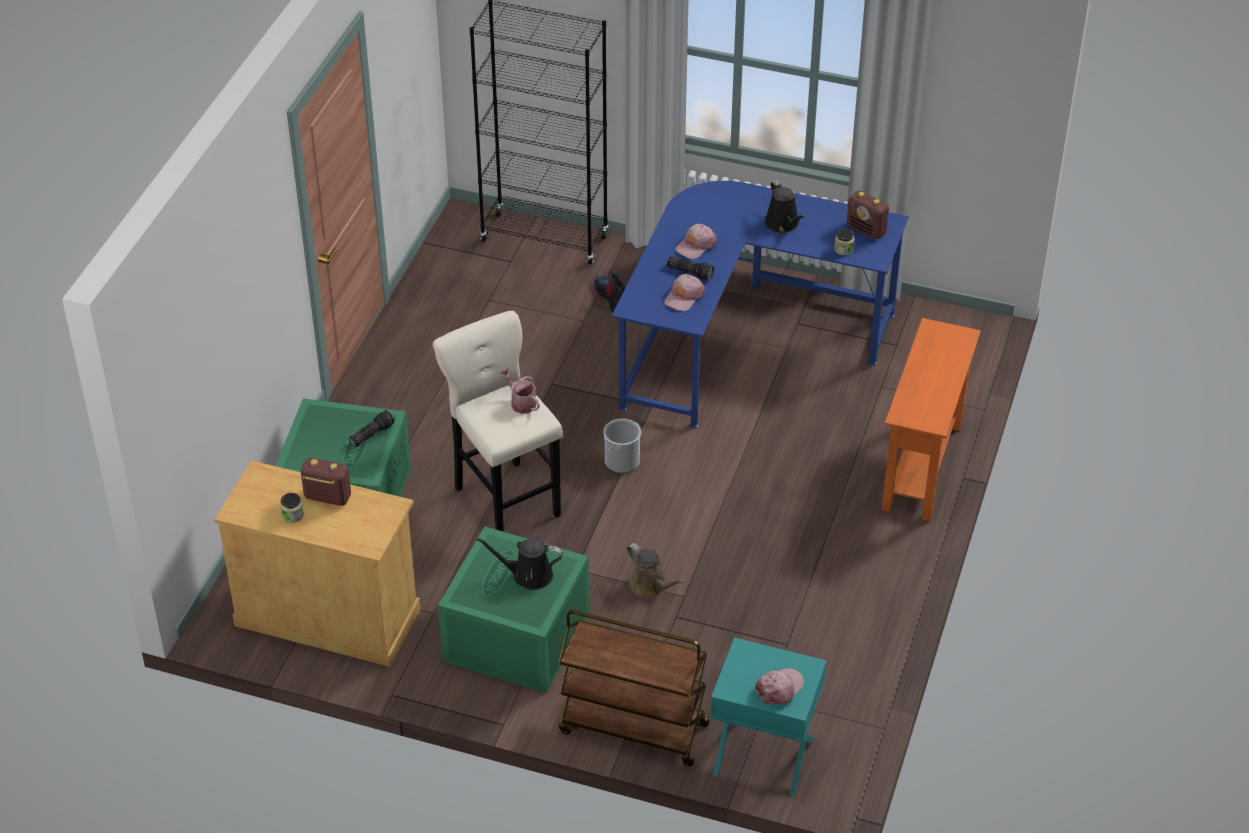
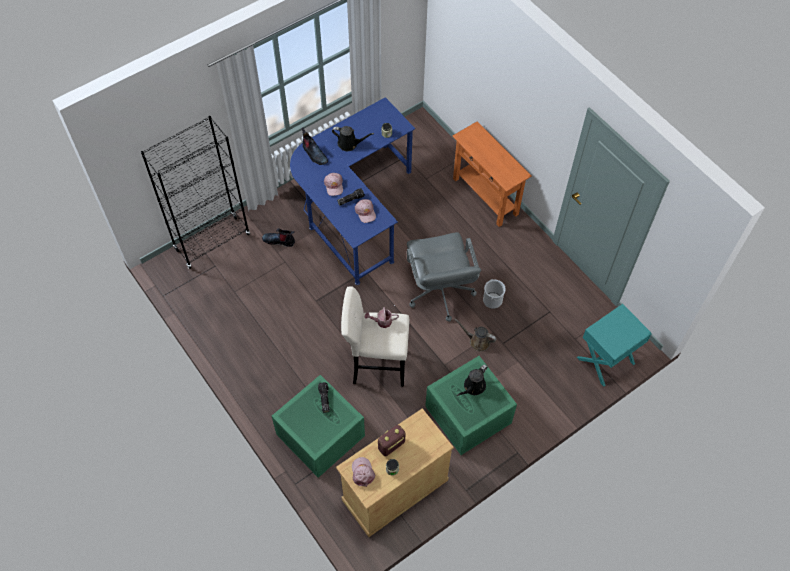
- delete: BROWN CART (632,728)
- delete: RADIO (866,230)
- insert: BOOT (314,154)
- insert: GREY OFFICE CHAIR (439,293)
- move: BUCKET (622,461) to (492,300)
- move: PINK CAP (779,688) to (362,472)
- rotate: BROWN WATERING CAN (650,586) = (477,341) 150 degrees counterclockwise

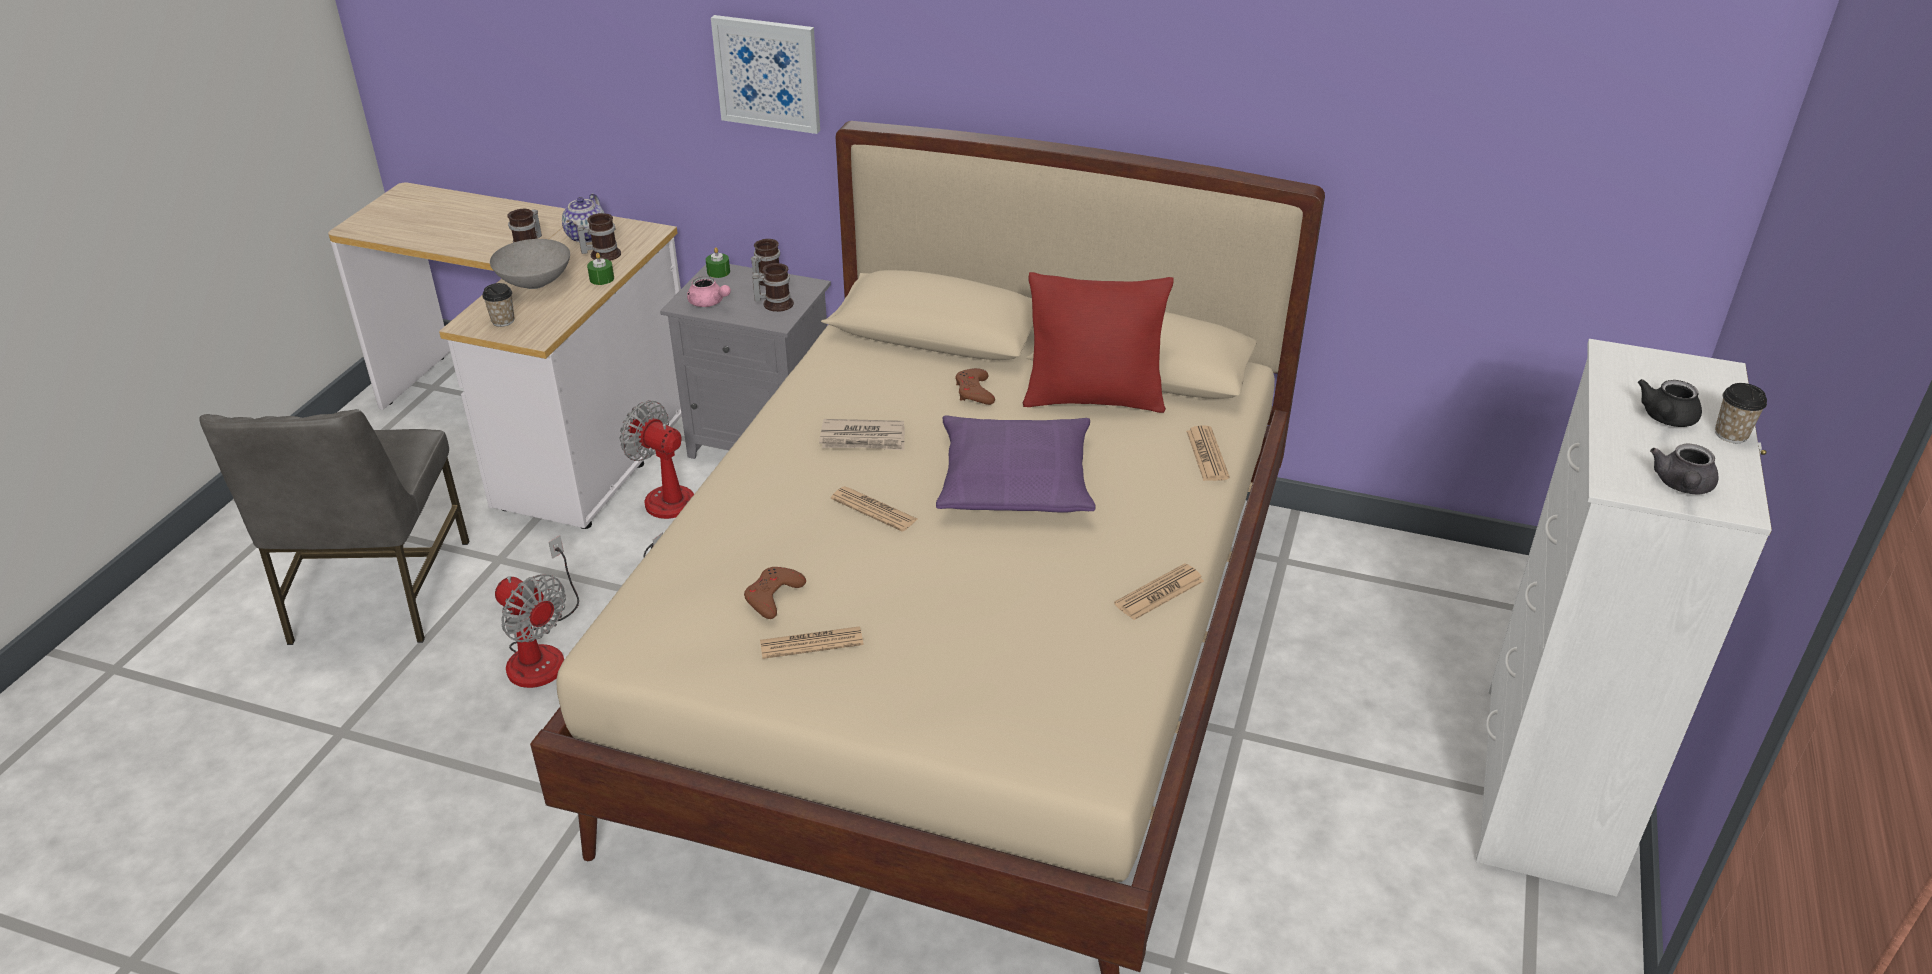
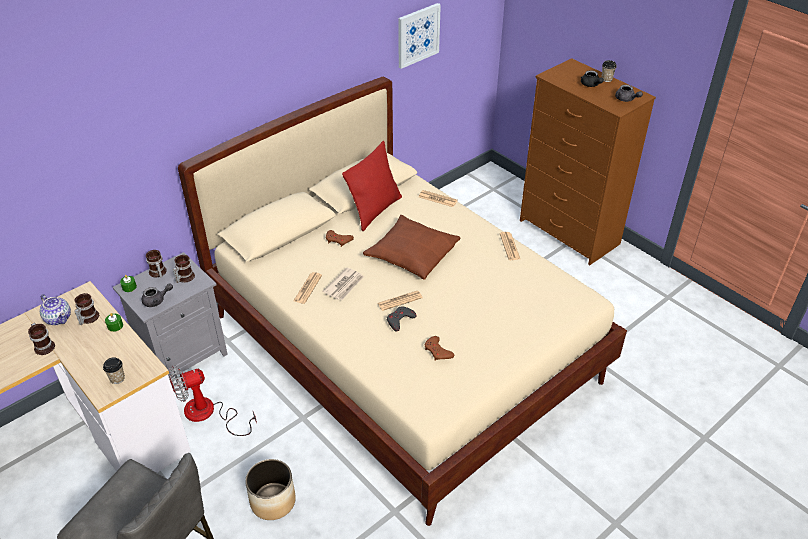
- delete: GREY BOWL (536,283)
- insert: GREY GAME CONTROLLER (400,320)
- move: PICTURE (768,73) to (418,35)
- move: NEWSPAPER (811,643) to (307,288)
- replace: FAN (541,652) to PLANTER (272,501)
- recolor: PINK TEAPOT (709,303) to GREY TEAPOT (157,300)
- recolor: PURPLE PILLOW (1015,480) to BROWN PILLOW (412,254)
- recolor: WHITE DRESSER (1545,787) to BROWN DRESSER (569,233)

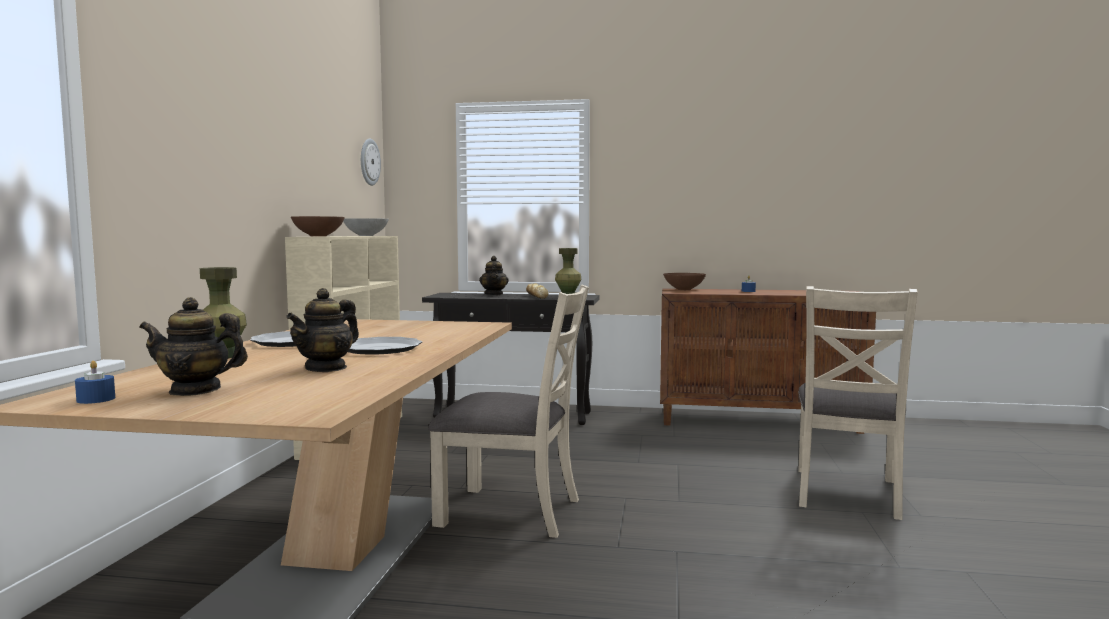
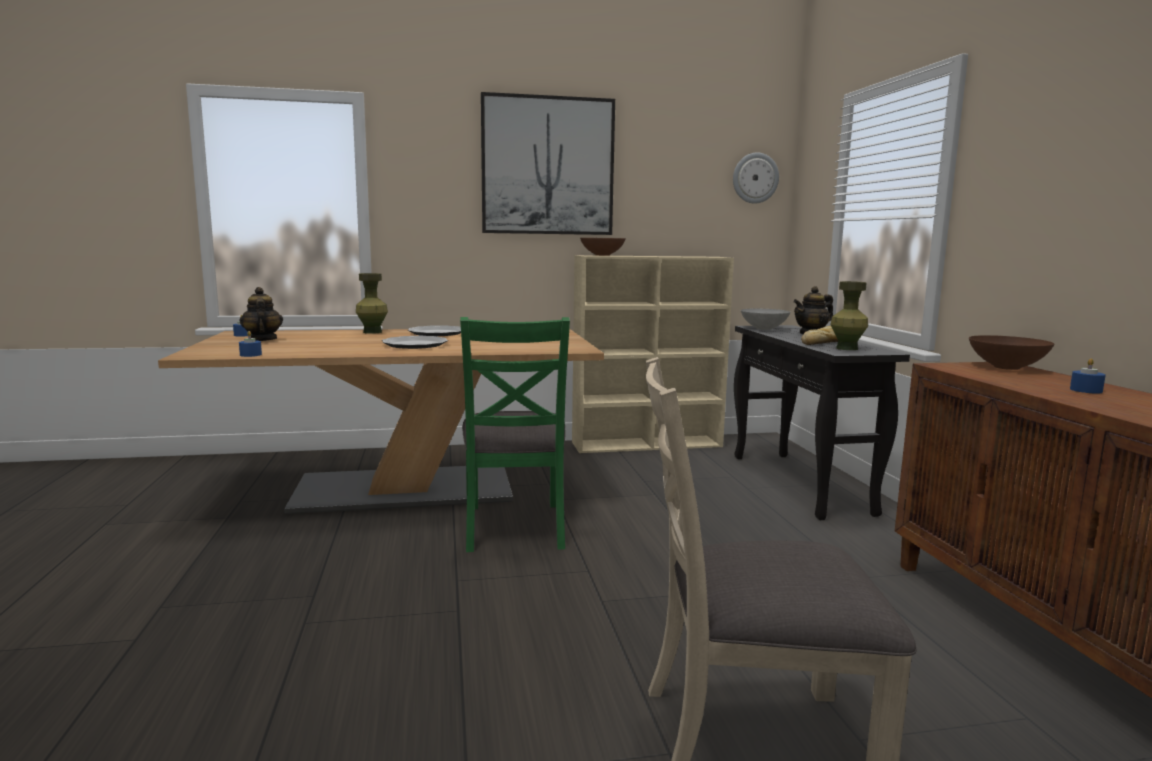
- delete: TEAPOT (326,368)
- insert: BLUE CANDLE (250,355)
- insert: PICTURE (548,166)
- move: GREY BOWL (365,235) to (763,329)
- recolor: BEIGE CHAIR (511,511) to GREEN CHAIR (515,526)

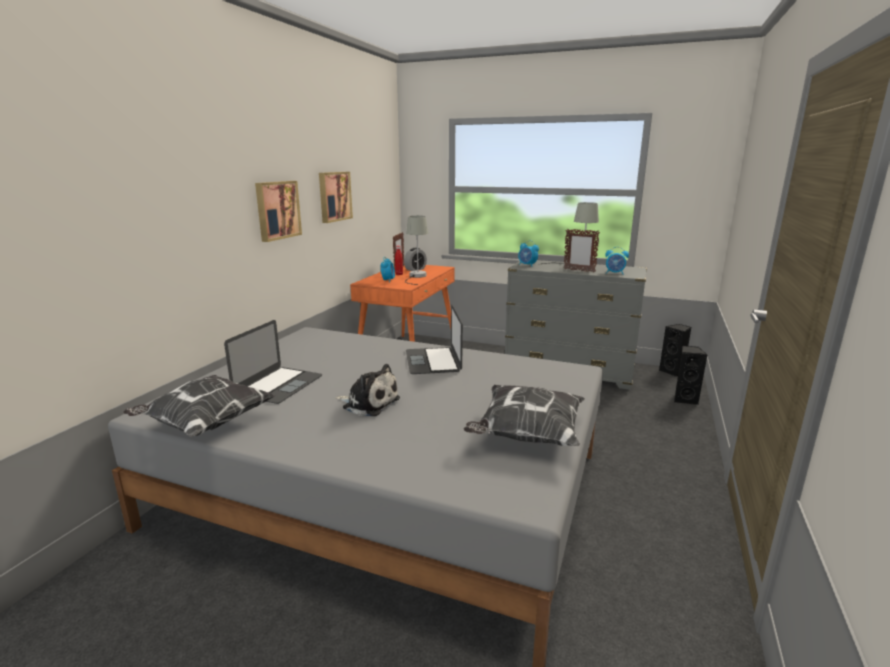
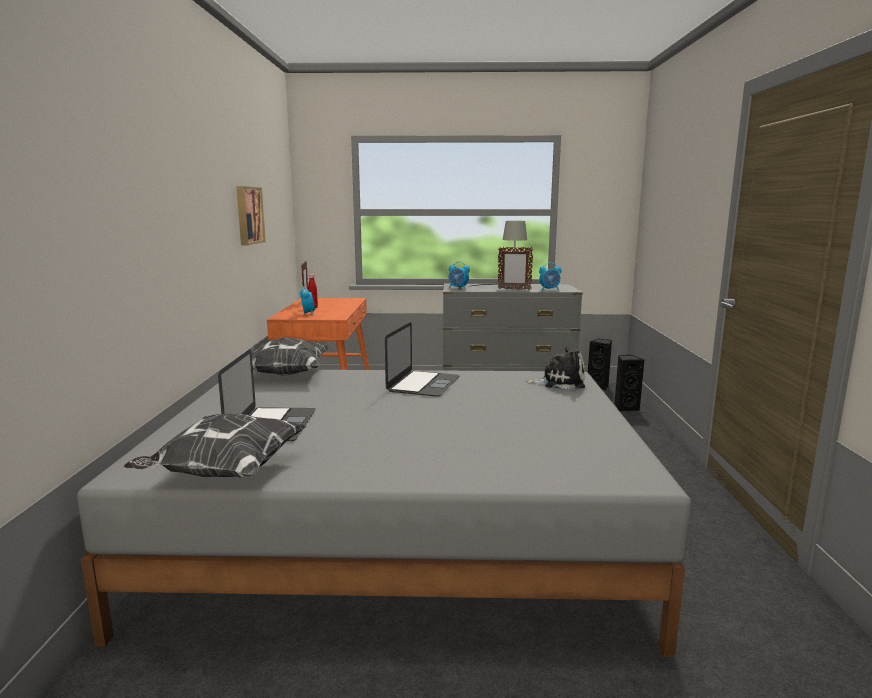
- delete: PICTURE (277,210)
- delete: ALARM CLOCK (415,269)
- delete: GREY TABLE LAMP (416,277)
- move: PLUSH TOY (369,403) to (560,382)
- move: PILLOW (526,436) to (285,375)
- rotate: LAPTOP (433,361) = (423,384) 135 degrees counterclockwise

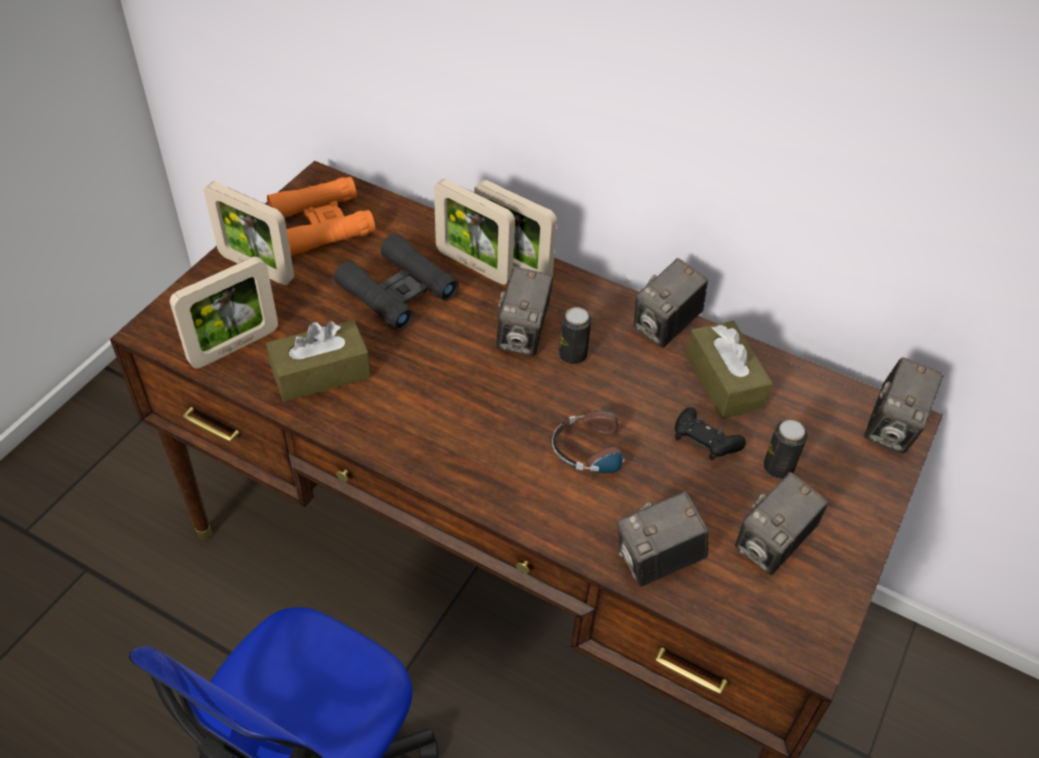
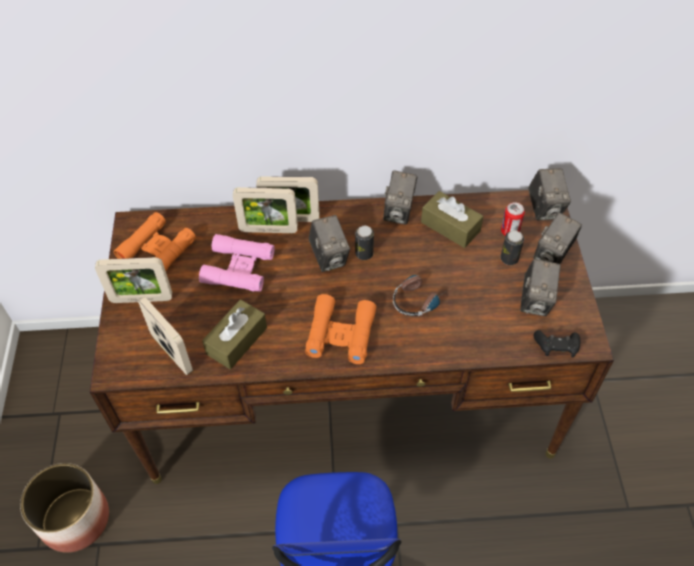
- insert: PLANTER (75,518)
- insert: ORANGE BINOCULARS (340,334)
- insert: CAN (509,231)
- move: PHOTO CAMERA (657,561) to (552,255)
- move: BLACK GAME CONTROLLER (703,443) to (556,348)
- recolor: BLACK BINOCULARS (397,291) to PINK BINOCULARS (238,268)
- rotate: PICTURE FRAME (234,346) = (172,353) 60 degrees counterclockwise

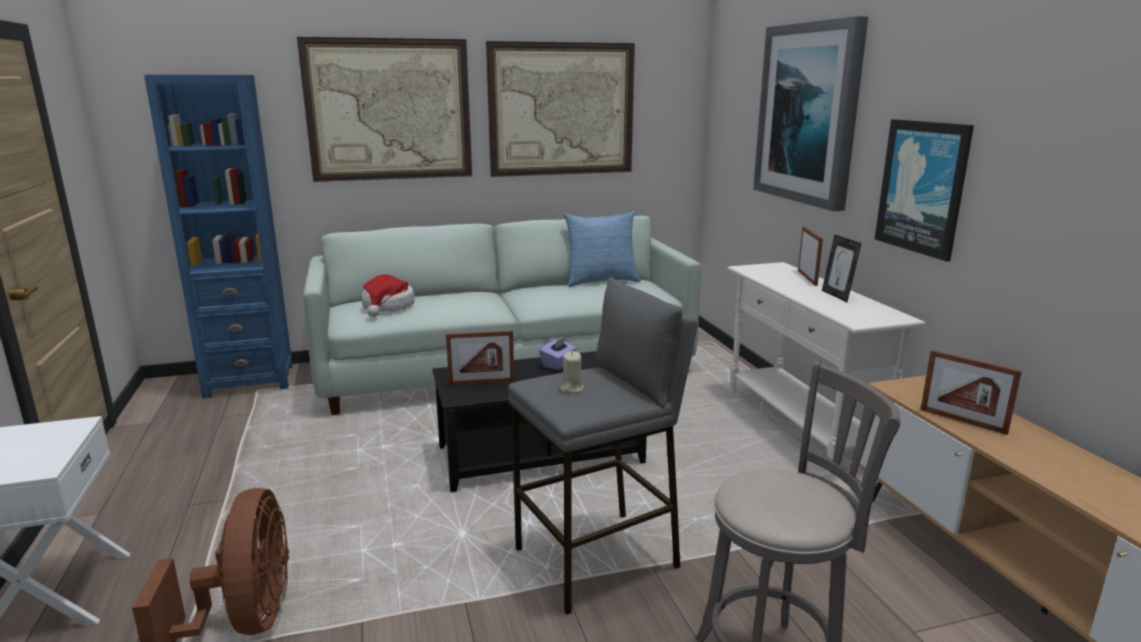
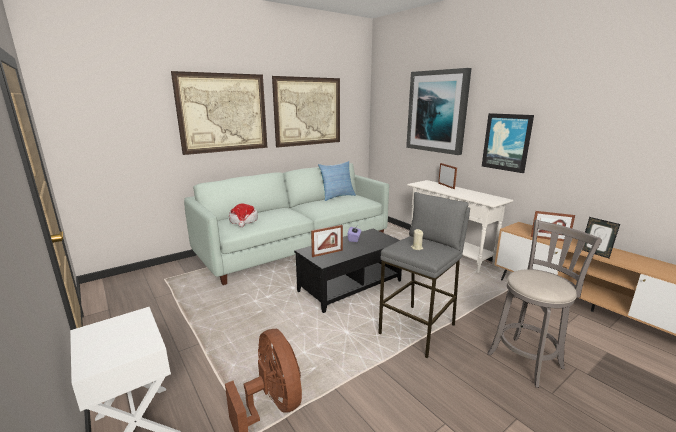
- delete: BLUE BOOKCASE (250,381)
- move: PICTURE FRAME (837,296) to (595,253)

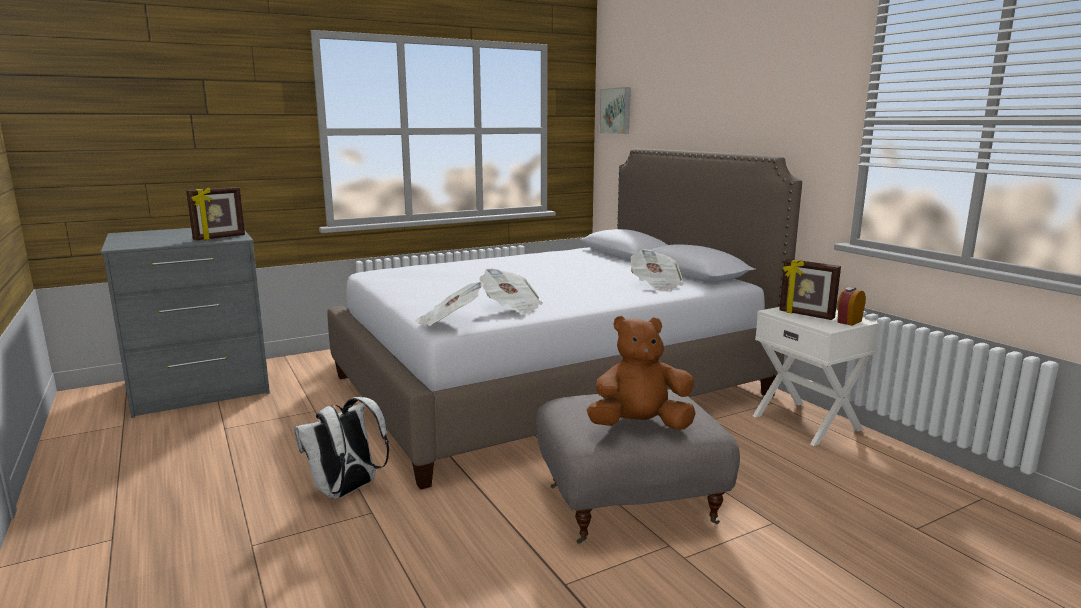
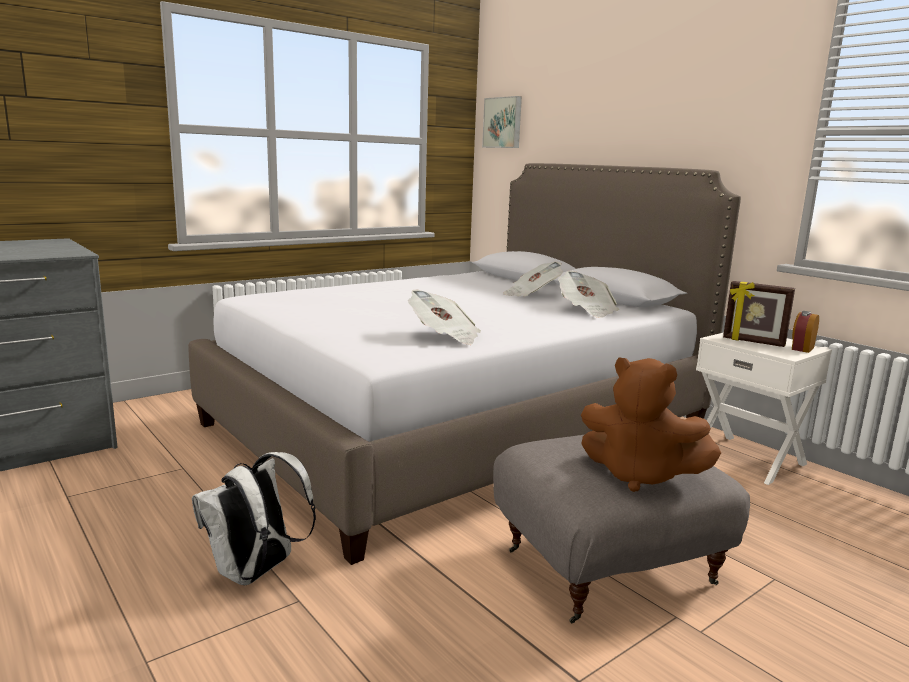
- delete: PICTURE FRAME (219,238)
- move: NEWSPAPER (449,322) to (532,295)
- rotate: BROWN PLUSH TOY (640,426) = (639,475) 135 degrees counterclockwise

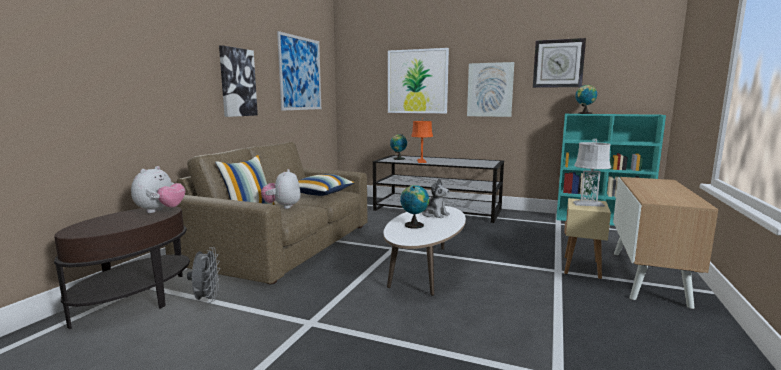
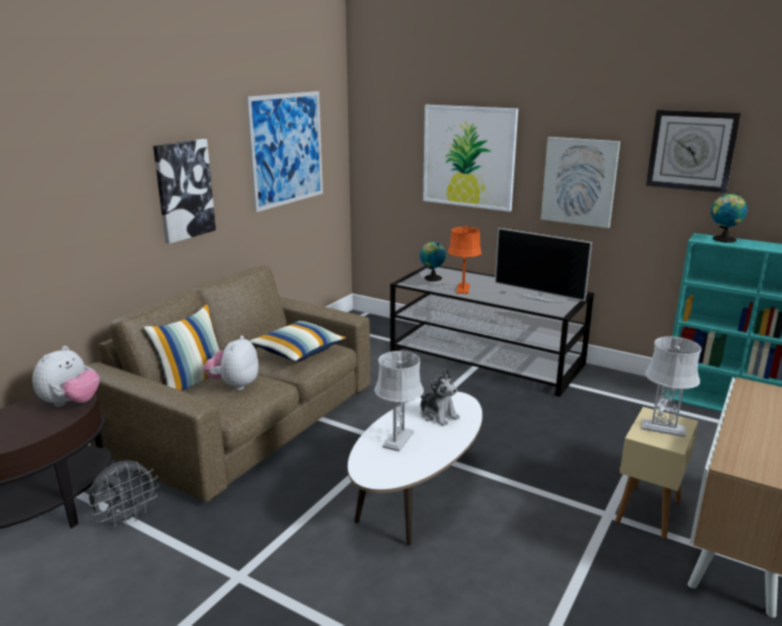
- insert: TELEVISION (539,298)
- replace: GLOBE (414,225) to GREY TABLE LAMP (398,439)
- rotate: GREY FAN (207,299) = (127,518) 45 degrees clockwise

